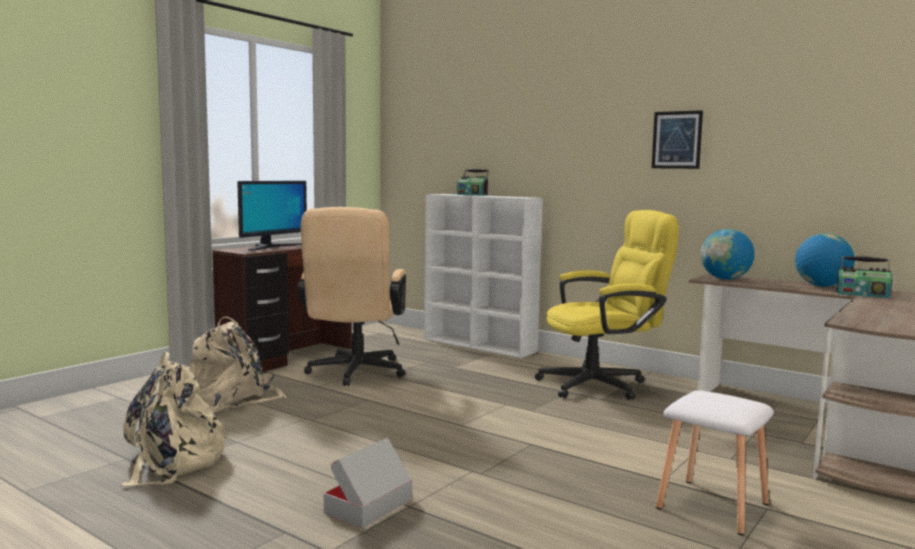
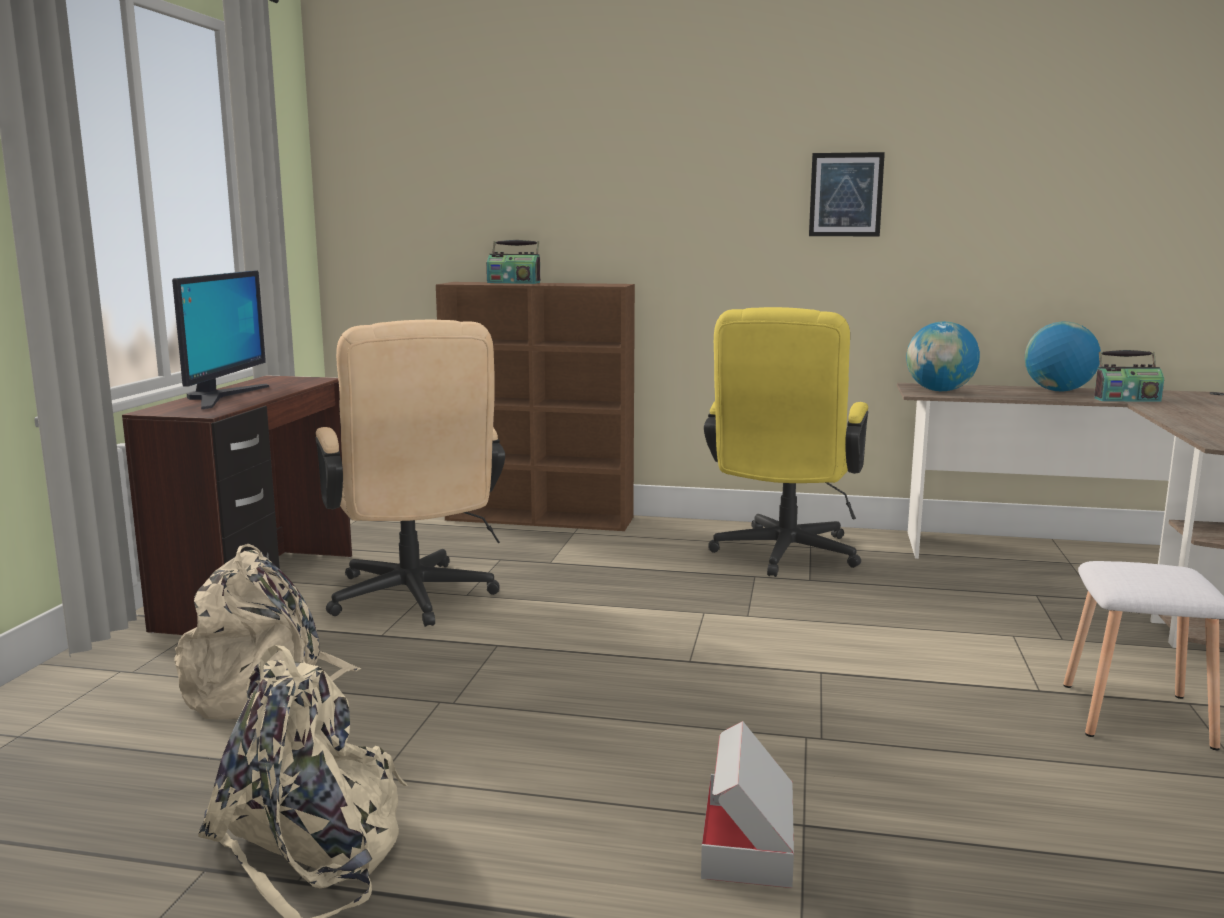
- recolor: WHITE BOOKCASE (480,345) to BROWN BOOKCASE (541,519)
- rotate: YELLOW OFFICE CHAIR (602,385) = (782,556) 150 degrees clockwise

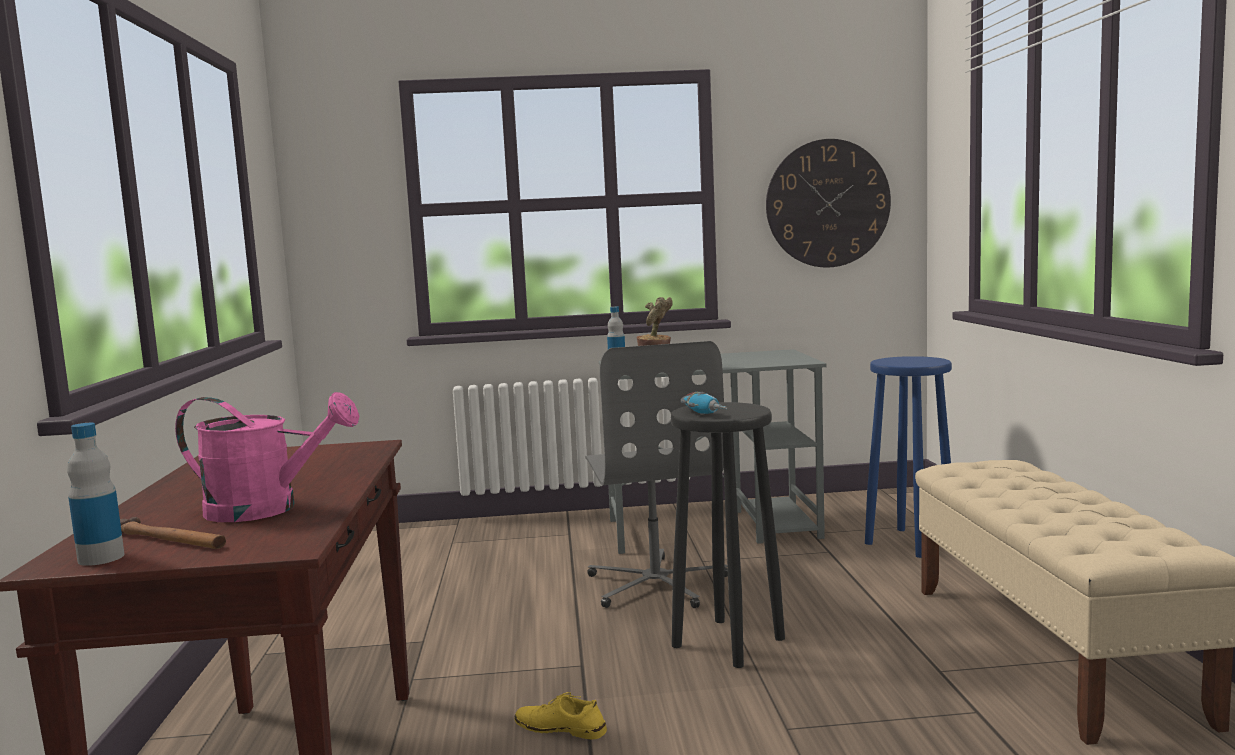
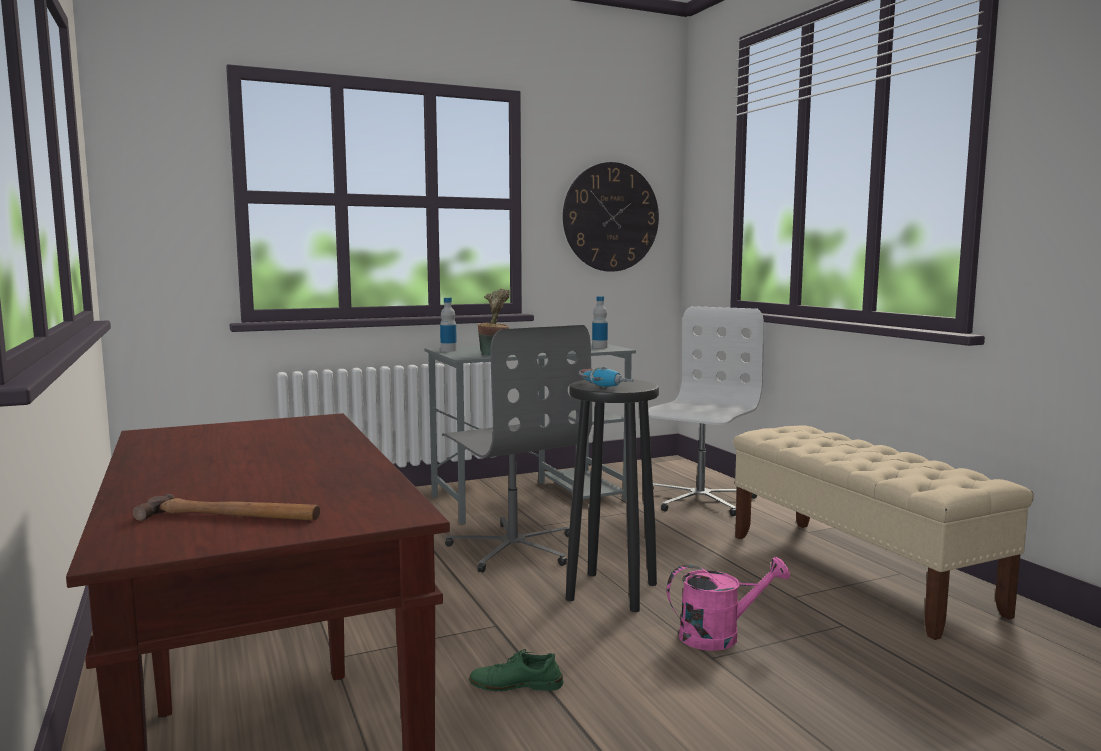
- move: BOTTLE (101,558) to (599,347)
- move: PINK WATERING CAN (267,509) to (719,635)
- replace: BLUE STOOL (911,543) to WHITE OFFICE CHAIR (699,499)
- recolor: YELLOW SHOE (560,728) to GREEN SHOE (516,684)

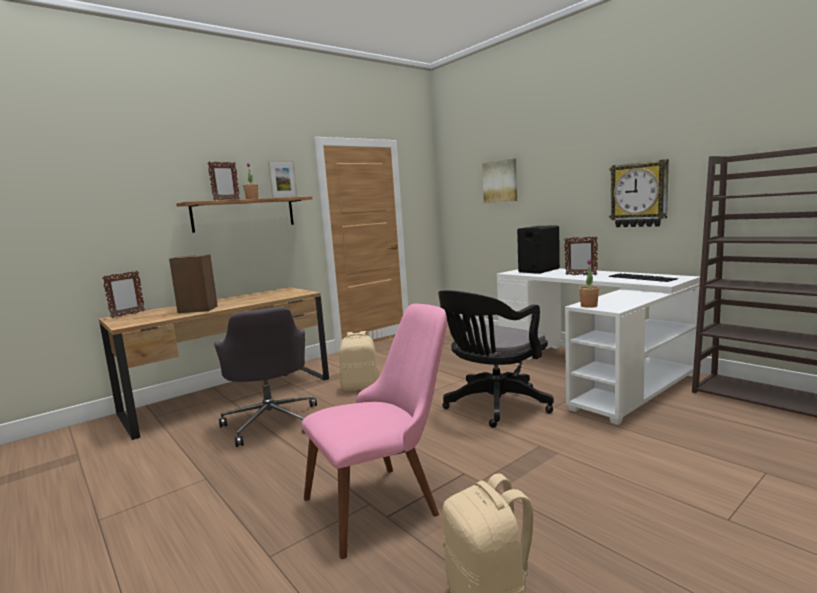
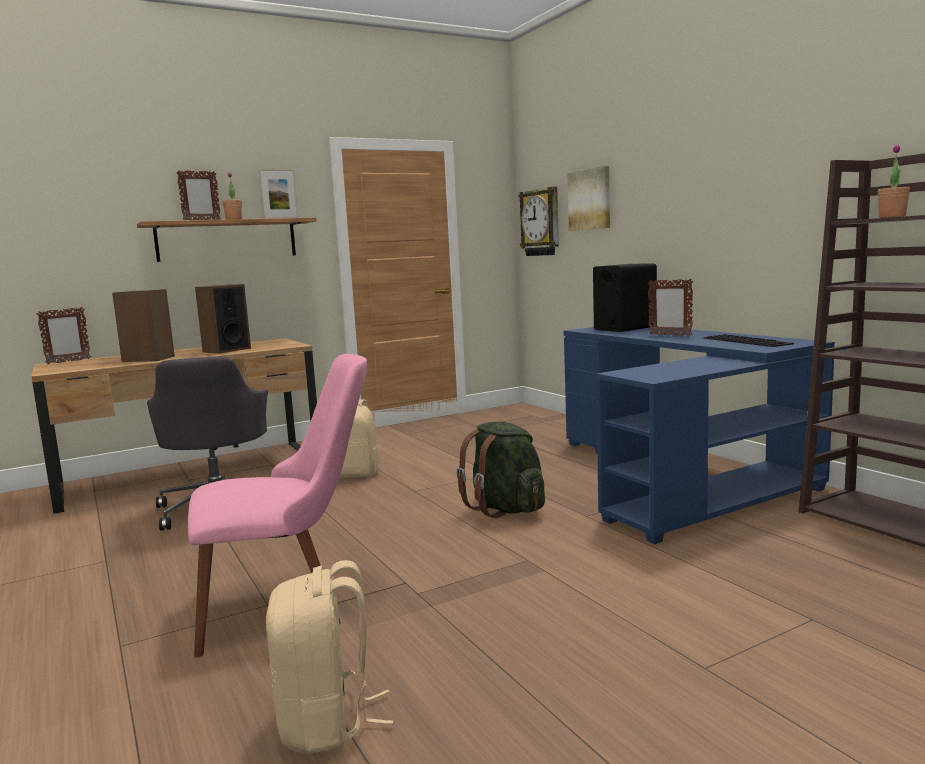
- insert: SPEAKER (226,350)
- move: POTTED PLANT (589,306) to (892,217)
- move: WALL CLOCK (639,195) to (541,222)
- replace: BLACK OFFICE CHAIR (493,406) to GREEN BACKPACK (505,509)
- recolor: WHITE DESK (595,371) to BLUE DESK (681,476)

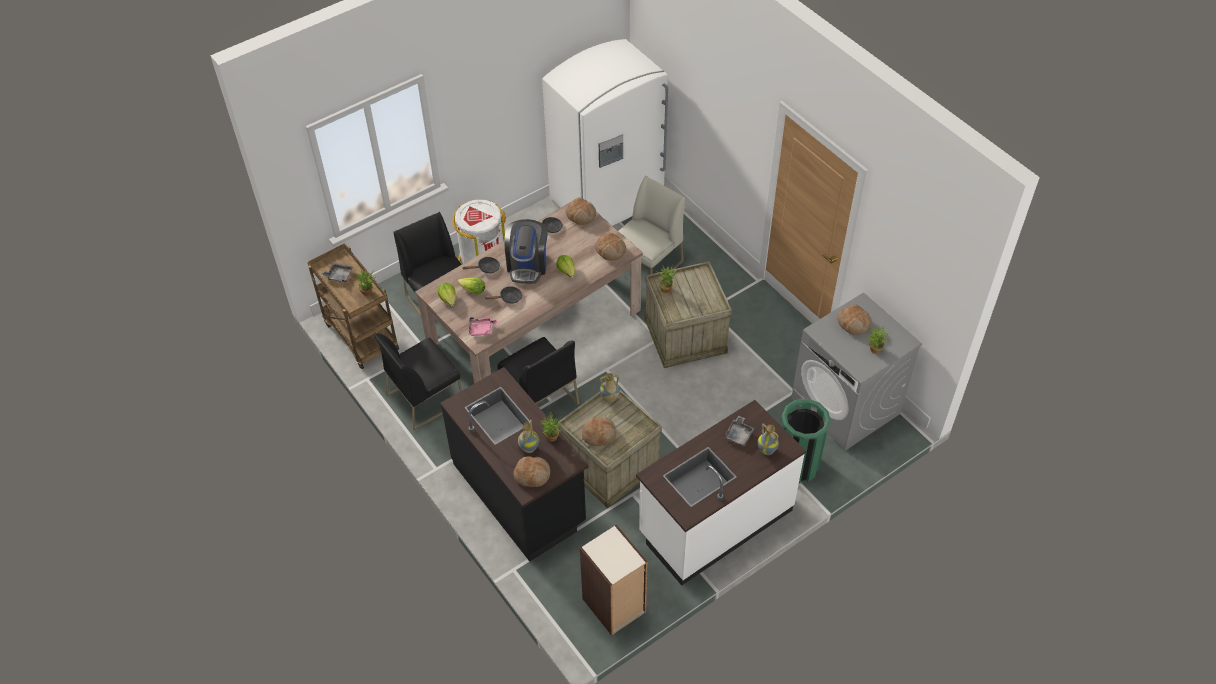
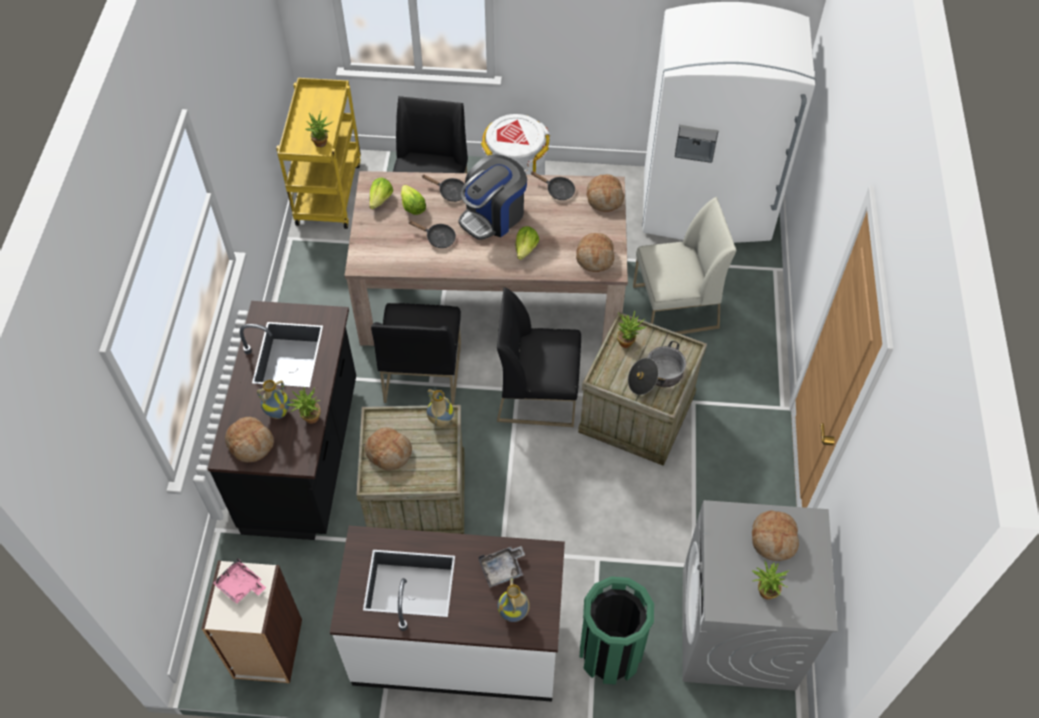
- delete: GREY TRAY (338,276)
- insert: COOKING POT (656,377)
- move: BLACK CHAIR (425,398) to (538,393)
- move: PINK TRAY (482,329) to (240,585)
- recolor: BROWN CART (360,336) to YELLOW CART (328,192)

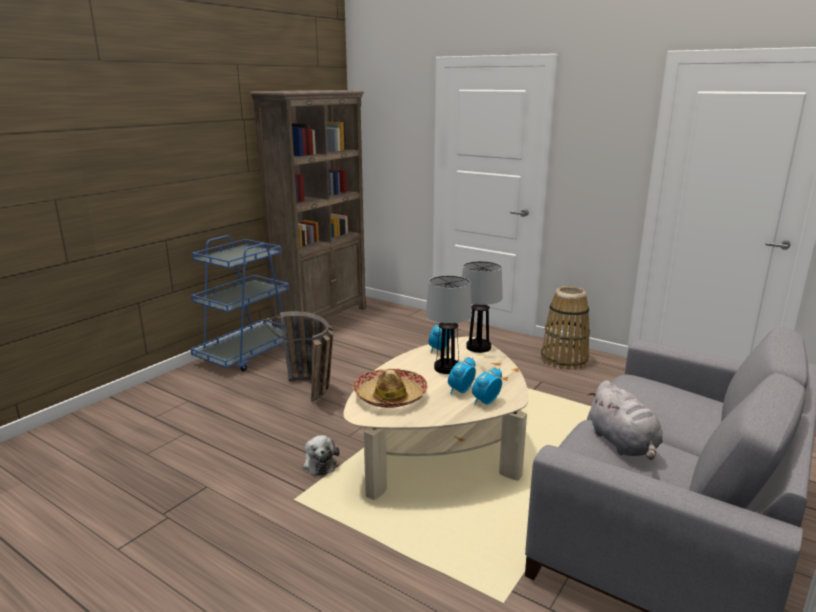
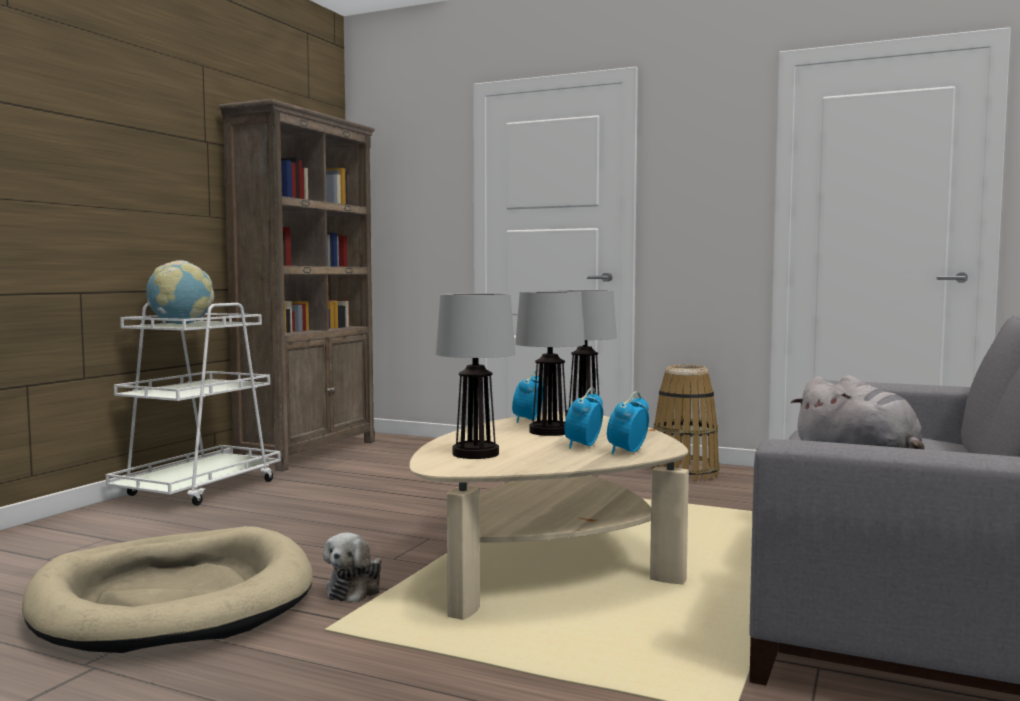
- delete: BASKET (312,393)
- insert: BEIGE DOG BED (174,599)
- insert: GLOBE (181,324)
- replace: HAT (389,396) to TABLE LAMP (476,454)
- recolor: BLUE CART (248,354) to WHITE CART (199,489)
- rotate: PLUSH TOY (319,463) = (355,589) 45 degrees clockwise

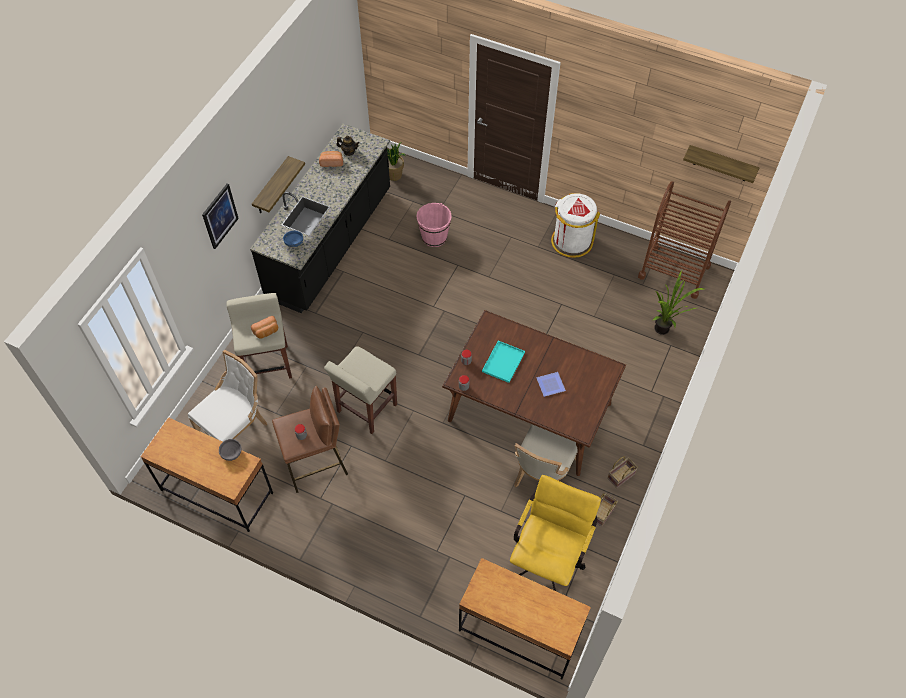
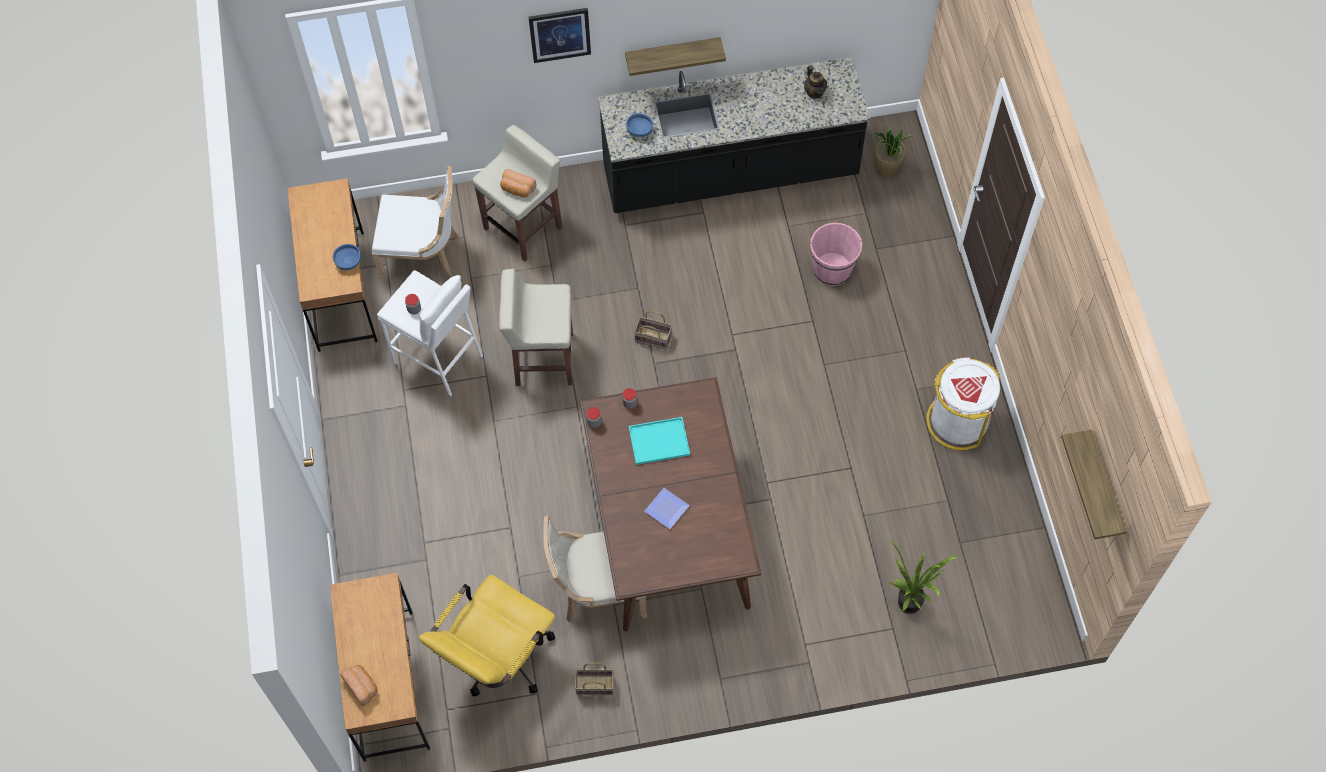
- delete: BROWN CART (674,271)
- move: BREAD (331,162) to (362,686)
- move: BASKET (621,475) to (654,338)
- recolor: GREY BOWL (231,453) to BLUE BOWL (348,262)
- recolor: BROWN STOOL (316,465) to WHITE STOOL (438,359)
- rotate: YELLOW OFFICE CHAIR (548,557) = (497,661) 135 degrees clockwise

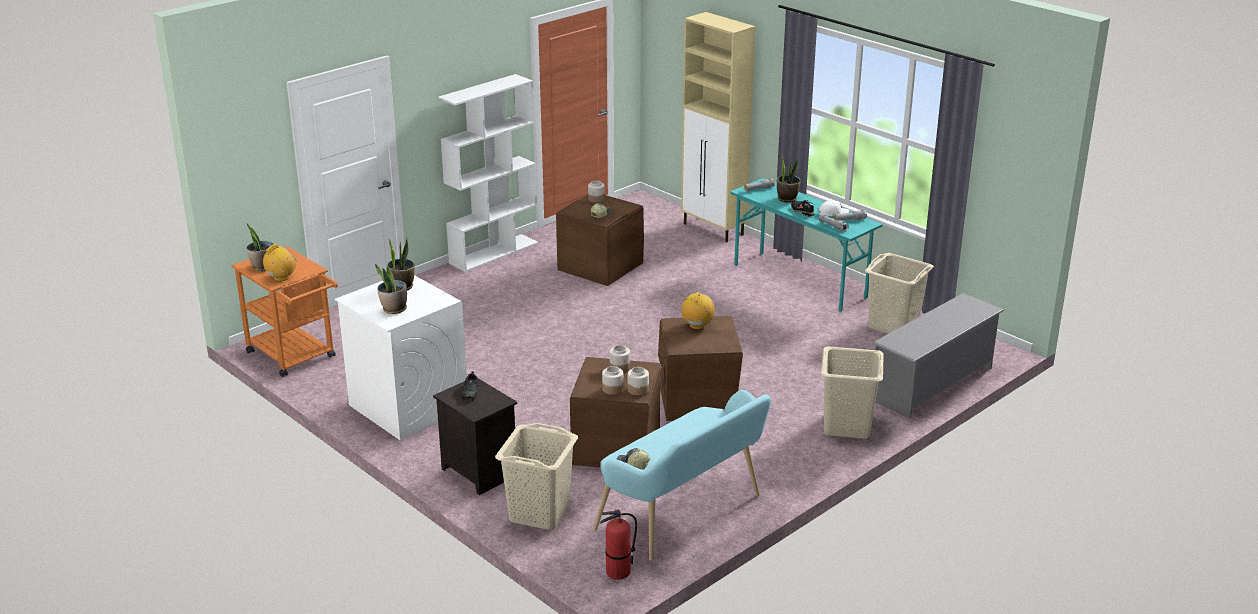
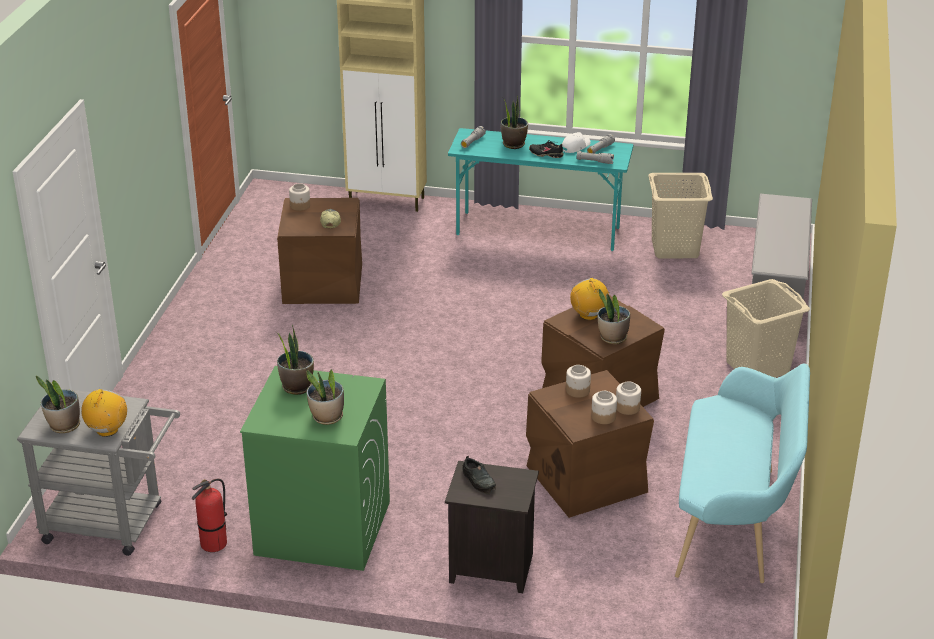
- delete: WHITE BOOKCASE (494,253)
- delete: BEIGE LAUNDRY BASKET (540,513)
- delete: CAP (632,464)
- insert: POTTED PLANT (612,338)
- move: FIRE EXTINGUISHER (618,572) to (214,544)
- recolor: ORANGE CART (295,357) to GREY CART (113,524)
- recolor: WHITE WASHING MACHINE (407,406) to GREEN WASHING MACHINE (321,528)

